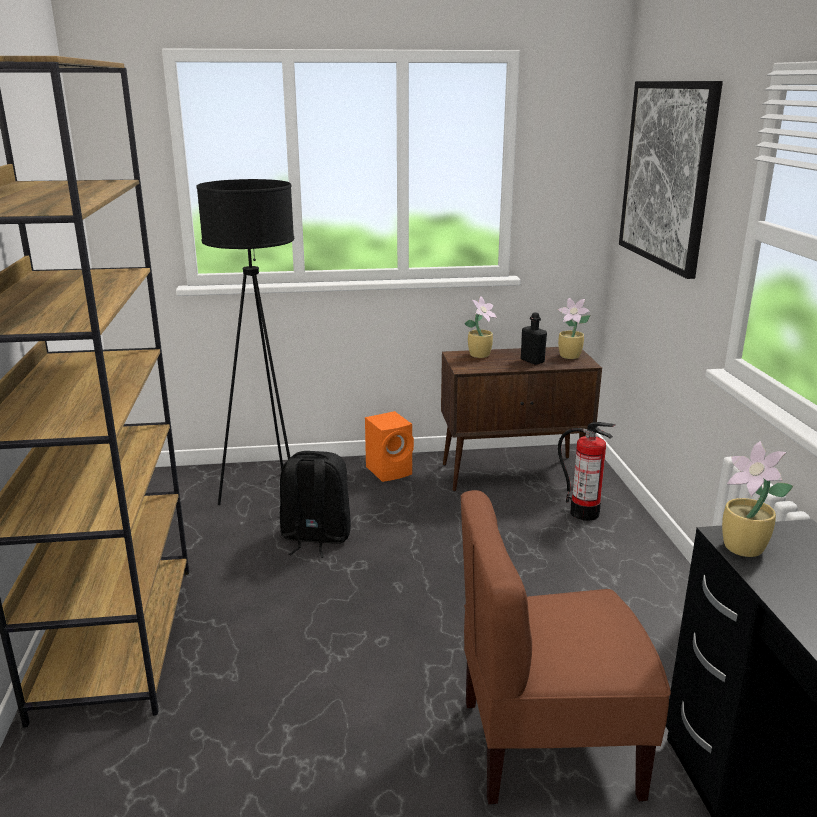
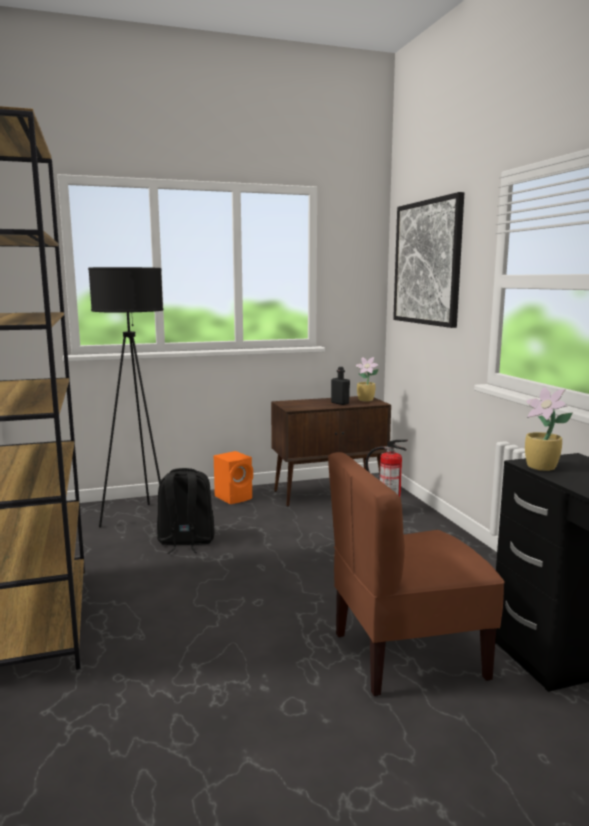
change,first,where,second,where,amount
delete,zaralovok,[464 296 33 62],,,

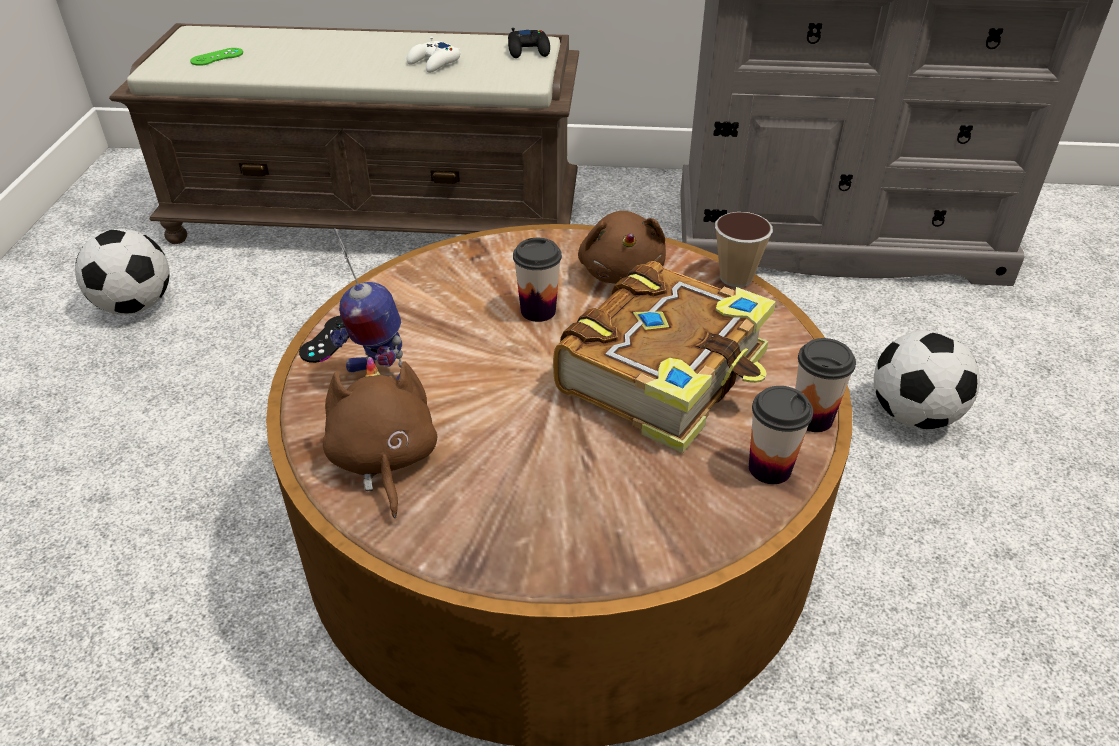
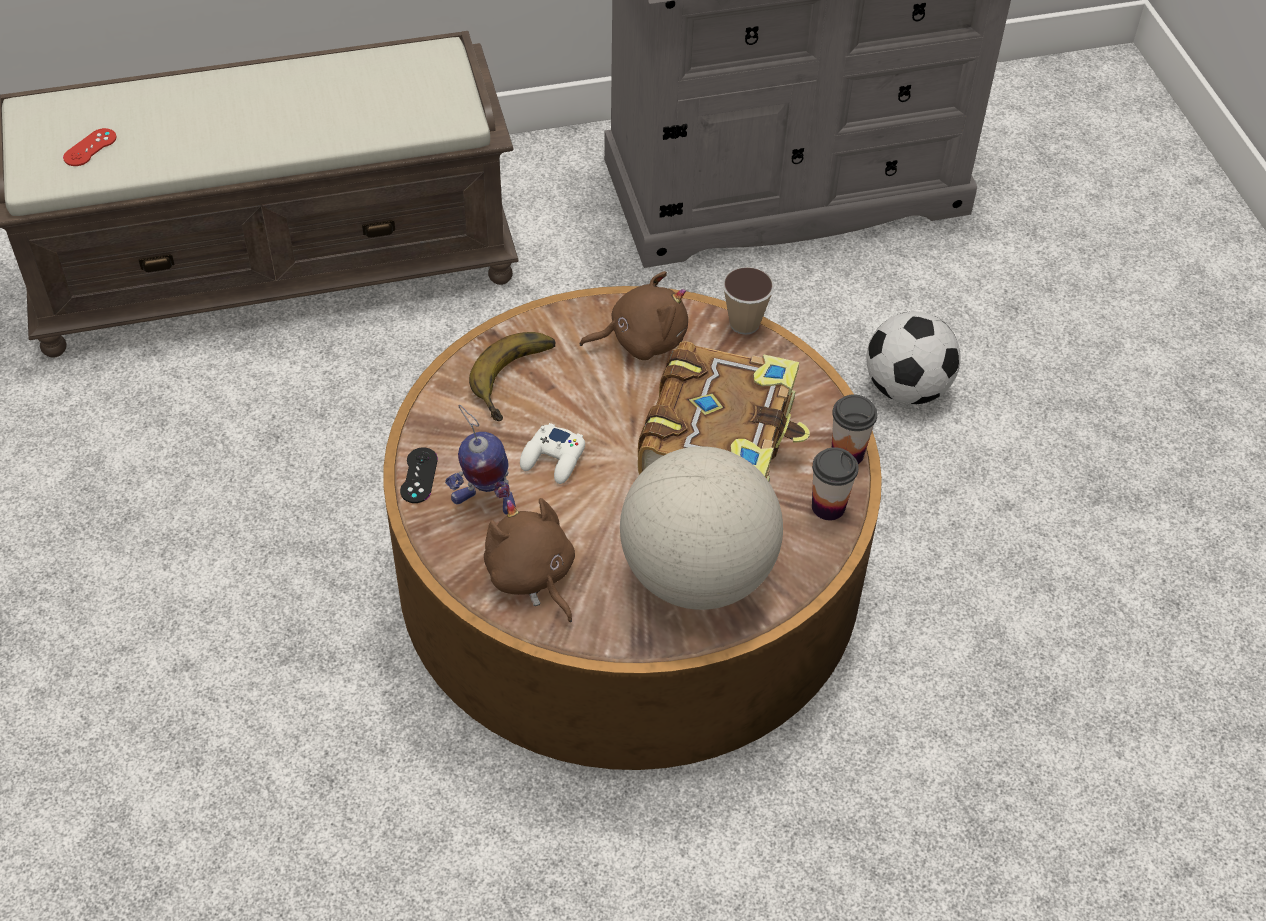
change,first,where,second,where,amount
delete,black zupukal,[508 28 42 30],,,
move,white zupukal,[407 36 53 37],,[520 423 65 61],
recolor,green zupukal,[190 48 53 18],red zupukal,[63 128 54 38],
rotate,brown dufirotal,[578 211 88 73],,[580 271 108 89],75 degrees counterclockwise
delete,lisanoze,[75 229 95 86],,,
delete,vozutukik,[513 238 49 84],,,
insert,,,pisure,[469 332 86 89],
insert,,,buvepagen,[620 446 163 164],

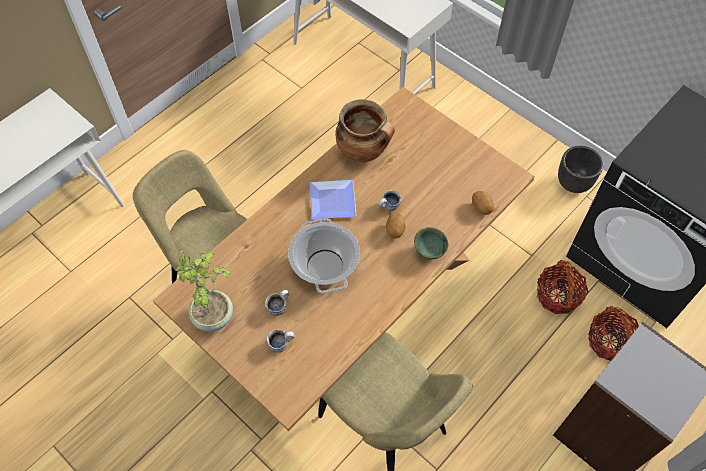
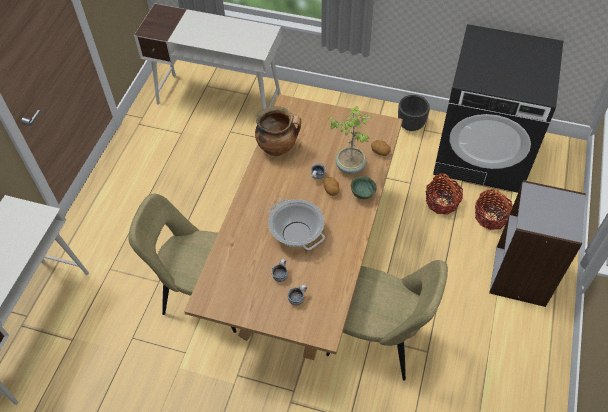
change,first,where,second,where,amount
delete,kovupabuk,[310 179 47 40],,,
move,zaralovok,[175 249 58 83],,[328 106 44 68],

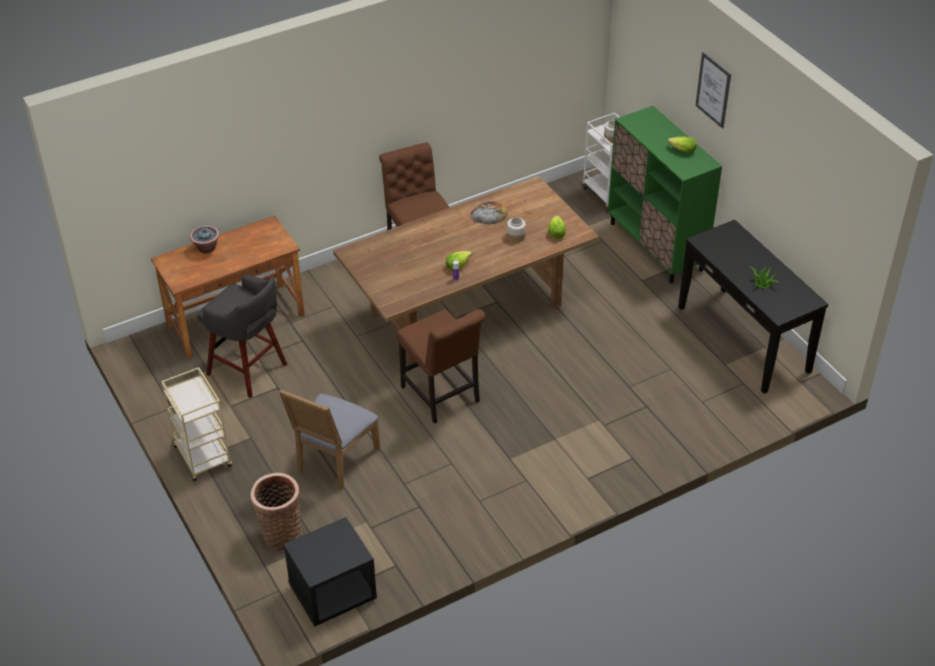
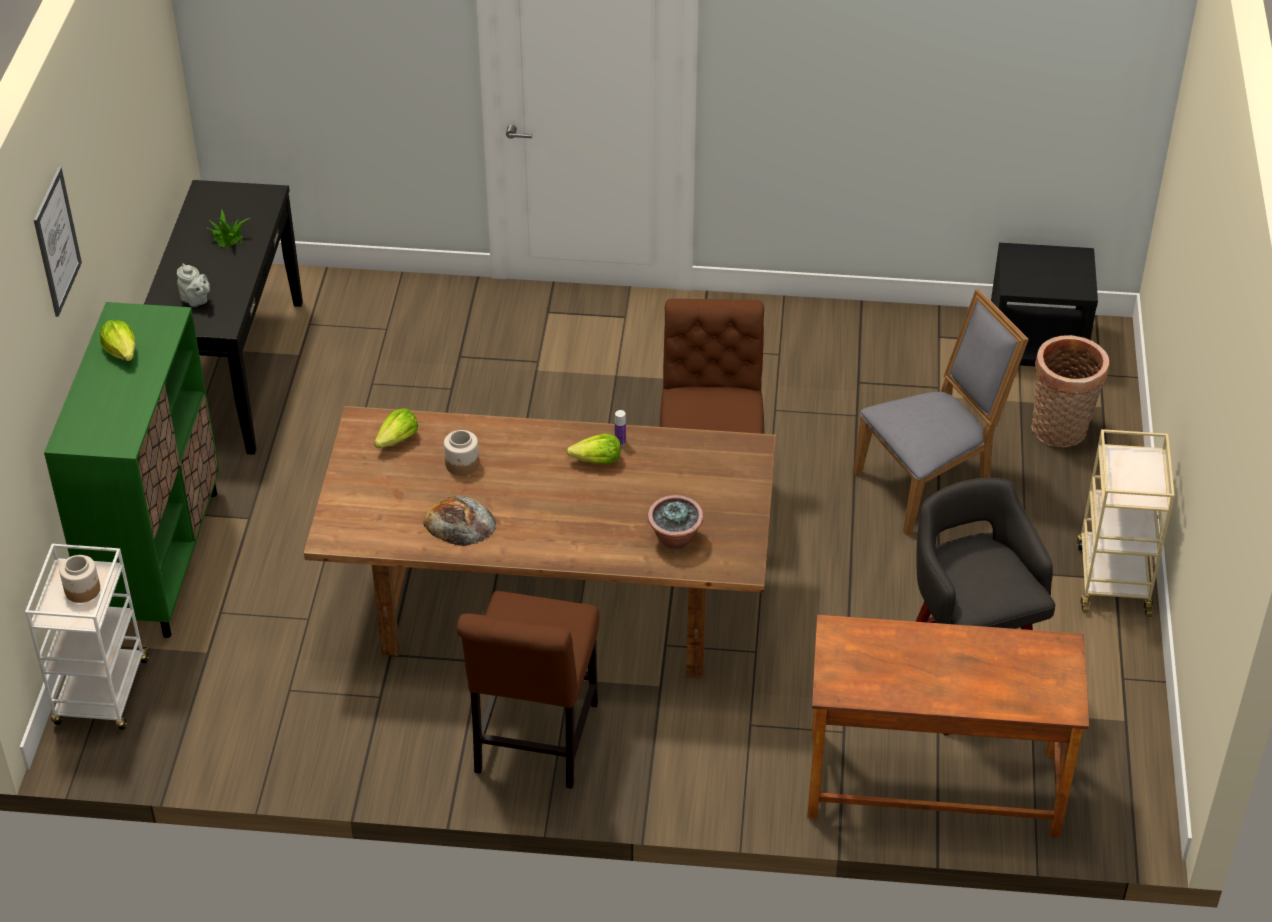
change,first,where,second,where,amount
move,zaralovok,[190 226 29 28],,[648 495 56 54],
insert,,,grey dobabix,[177 263 33 44],

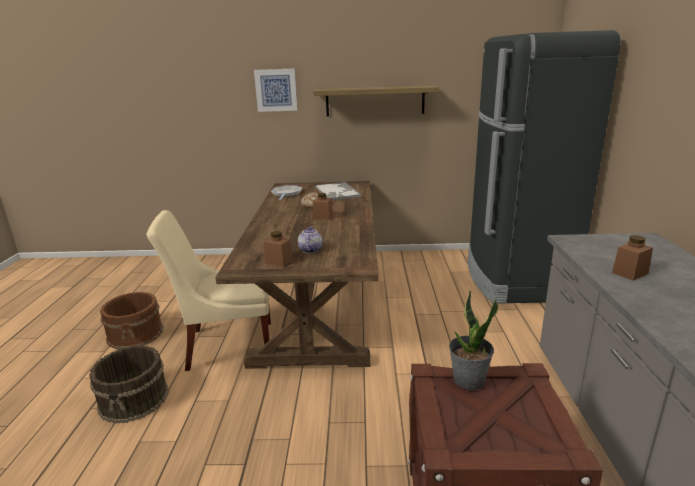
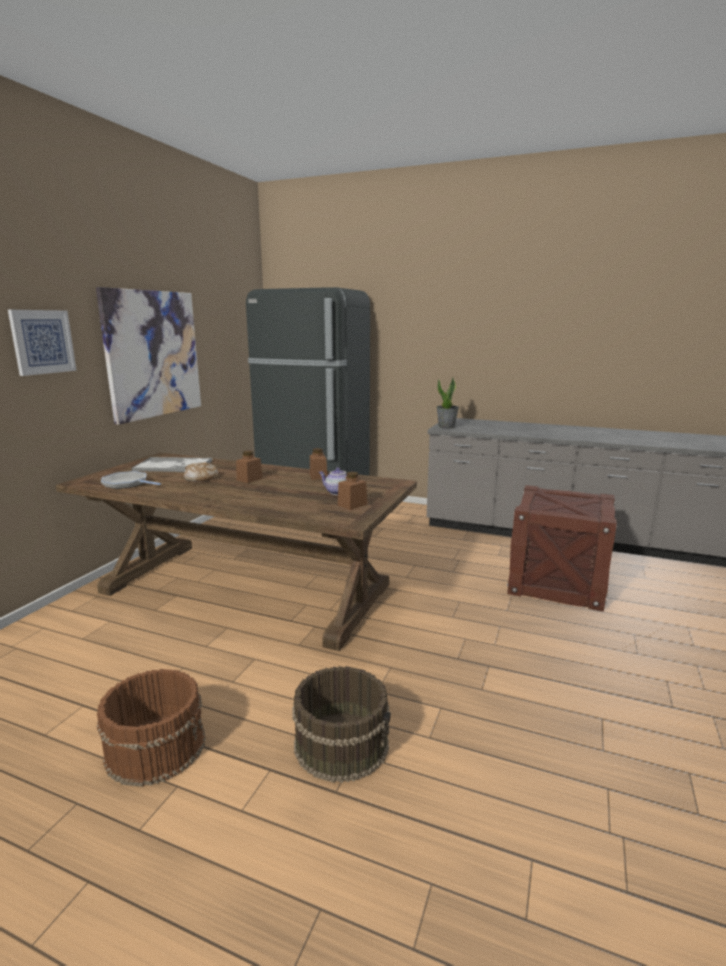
change,first,where,second,where,amount
replace,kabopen,[313 85 126 32],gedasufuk,[96 287 105 138],
delete,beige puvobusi,[146 210 125 161],,,
move,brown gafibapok,[612 235 41 46],,[310 448 17 32],
move,zaralovok,[449 290 49 100],,[437 377 22 52],

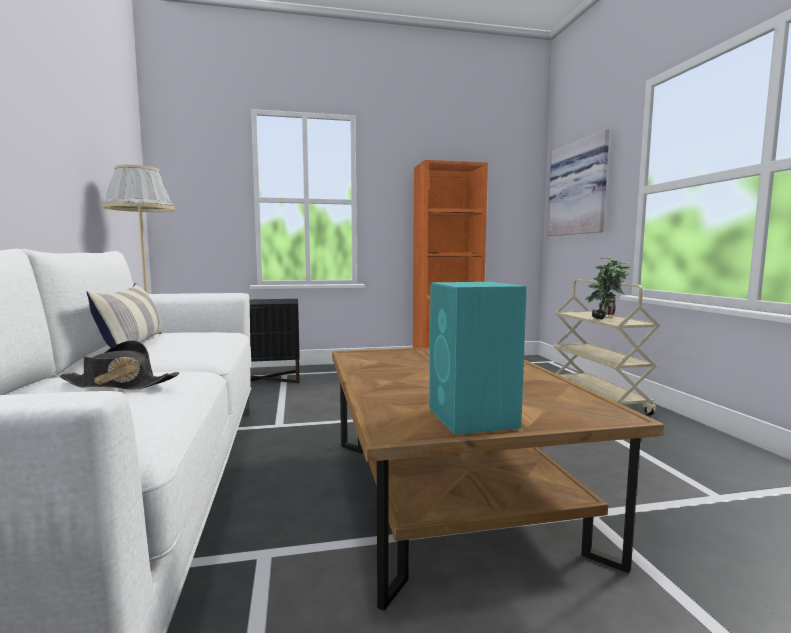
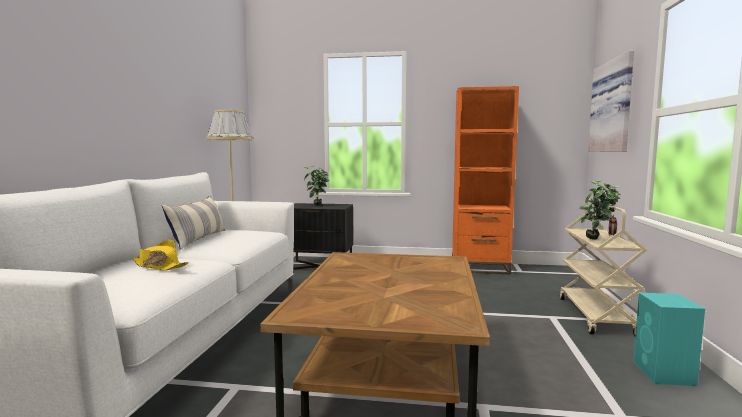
change,first,where,second,where,amount
move,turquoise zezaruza,[429 282 98 153],,[633 293 72 93],
recolor,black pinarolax,[60 340 120 50],yellow pinarolax,[132 239 57 32],
insert,,,zaralovok,[304 166 25 39],

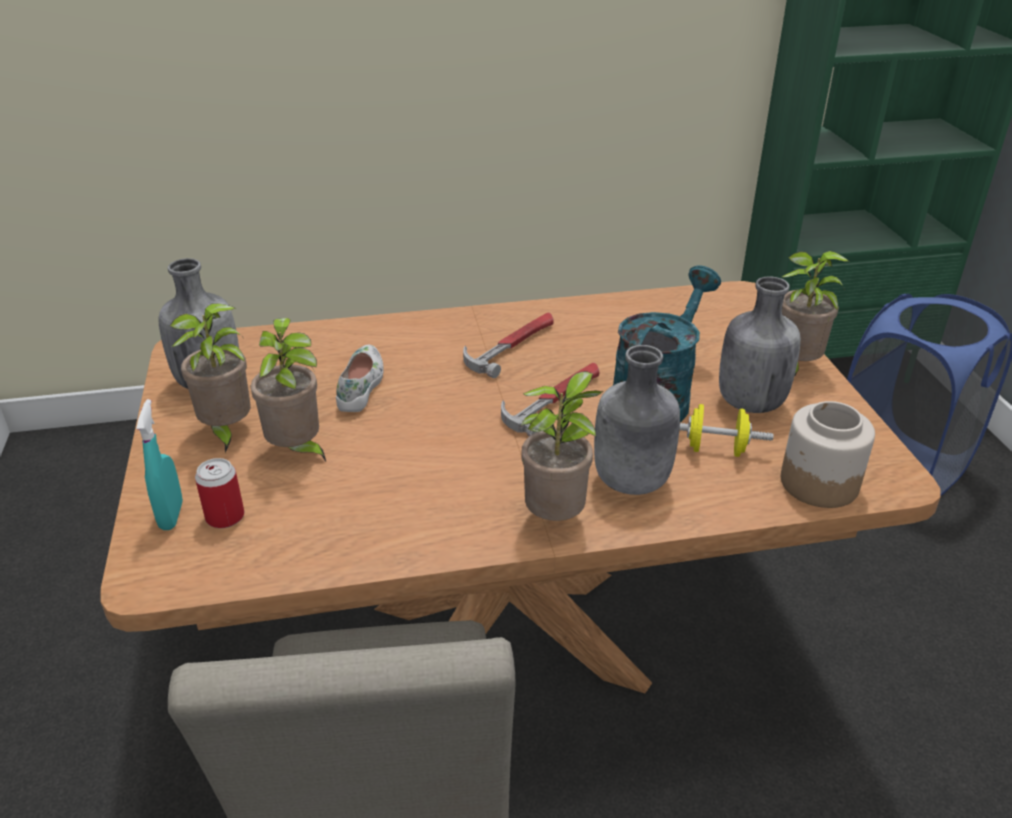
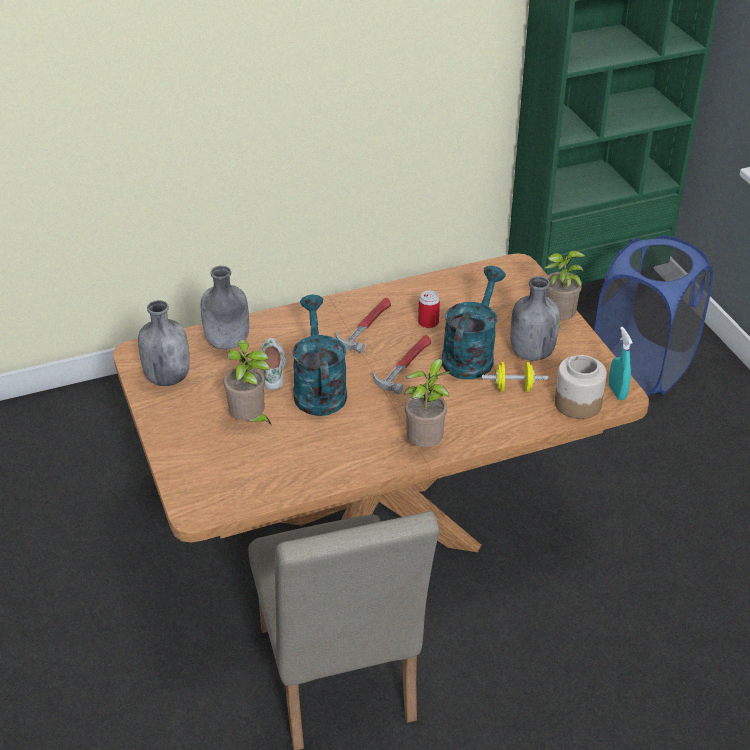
change,first,where,second,where,amount
delete,zaralovok,[169 303 82 150],,,
move,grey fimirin,[594 345 86 150],,[201 266 48 83],
move,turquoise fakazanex,[136 399 47 131],,[609 327 23 73],
move,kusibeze,[195 458 49 70],,[418 290 22 38],
insert,,,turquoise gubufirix,[292 295 55 121],

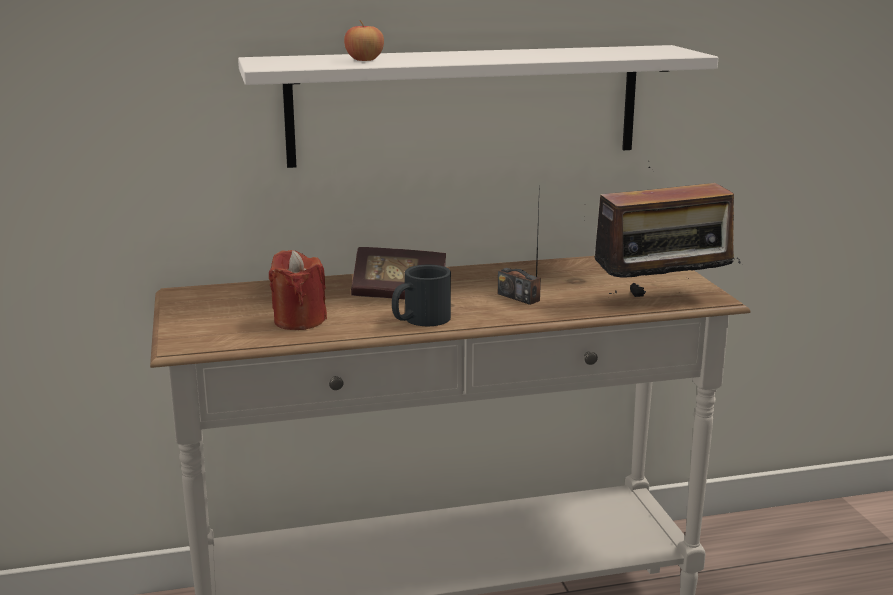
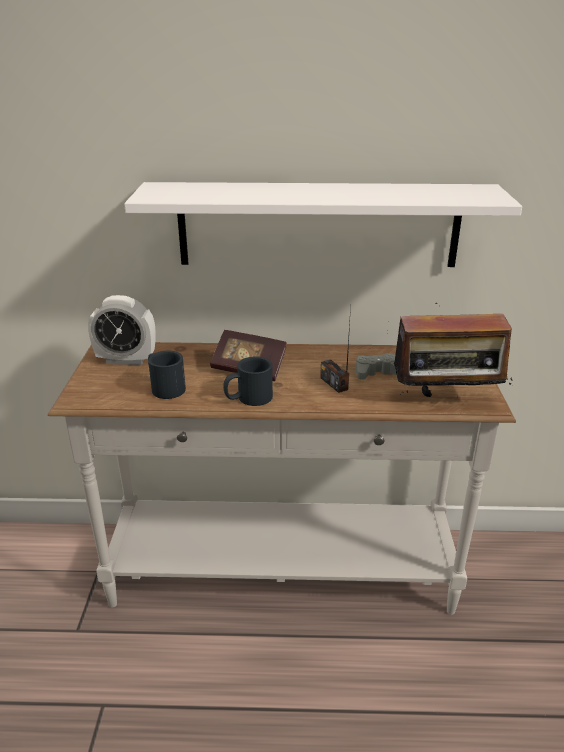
change,first,where,second,where,amount
delete,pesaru,[344 20 40 41],,,
replace,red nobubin,[269 250 58 80],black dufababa,[148 351 38 48],
insert,,,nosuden,[88 295 68 70],
insert,,,grey zupukal,[356 353 41 27],

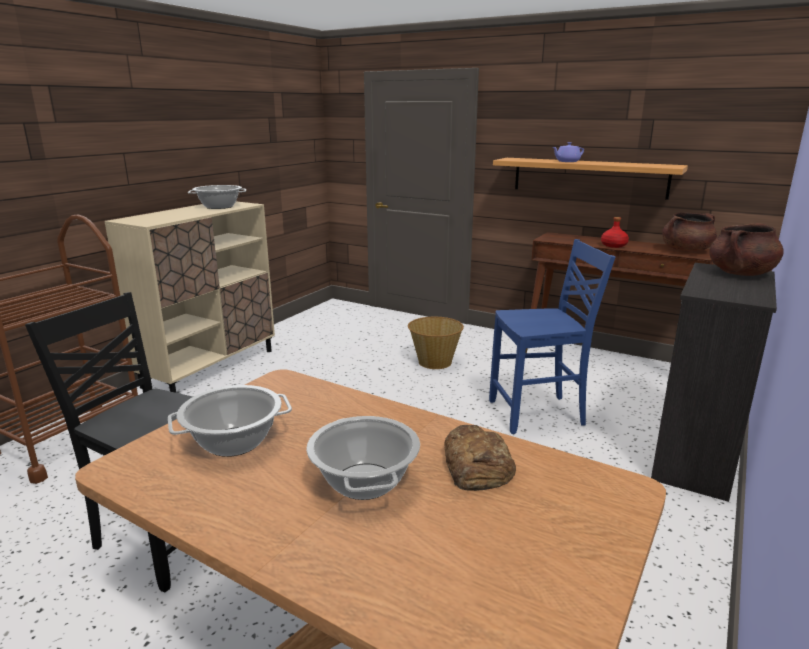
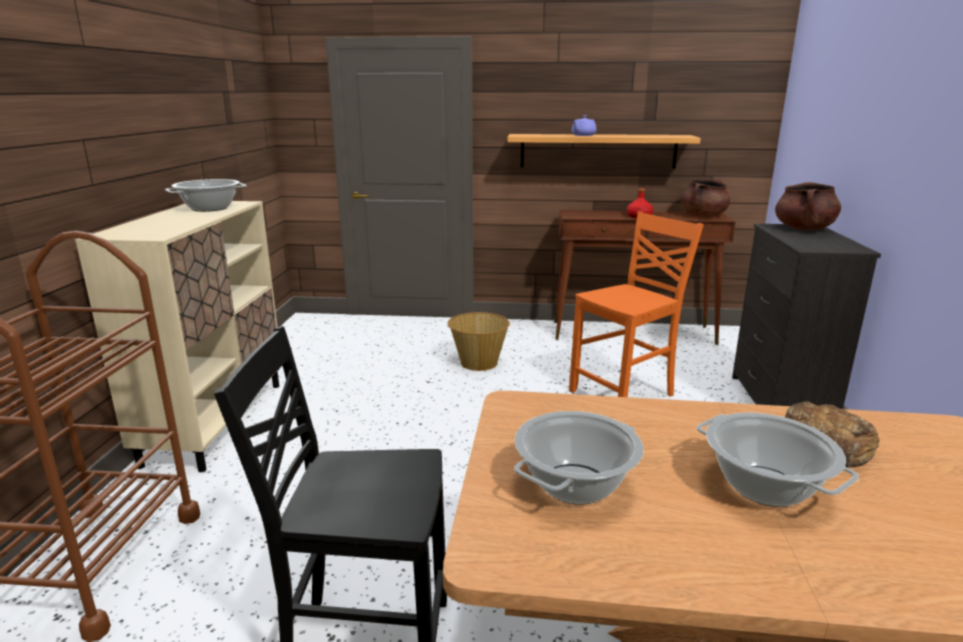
change,first,where,second,where,amount
recolor,blue puvobusi,[489 239 126 195],orange puvobusi,[569 212 135 185],

